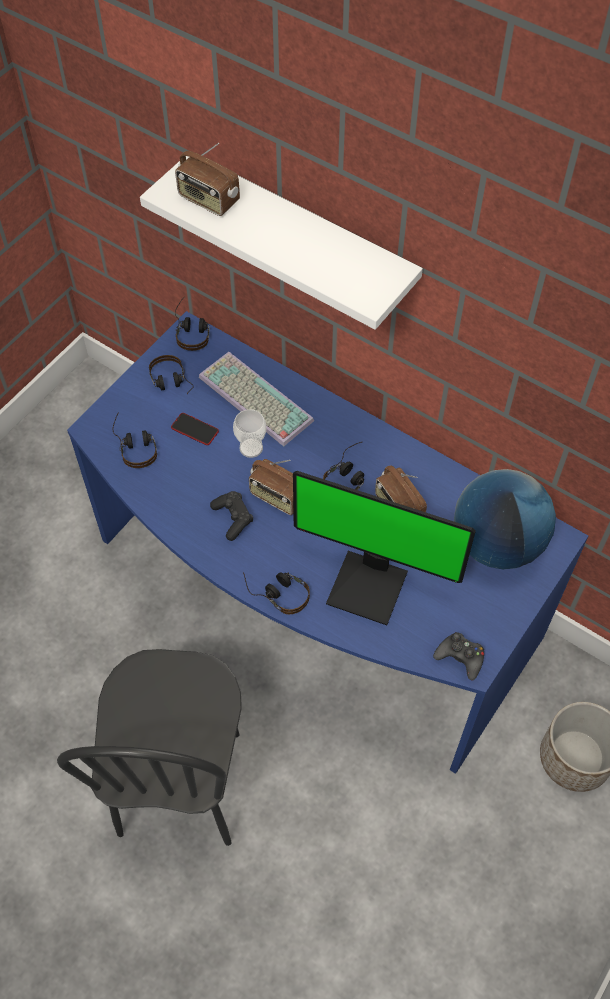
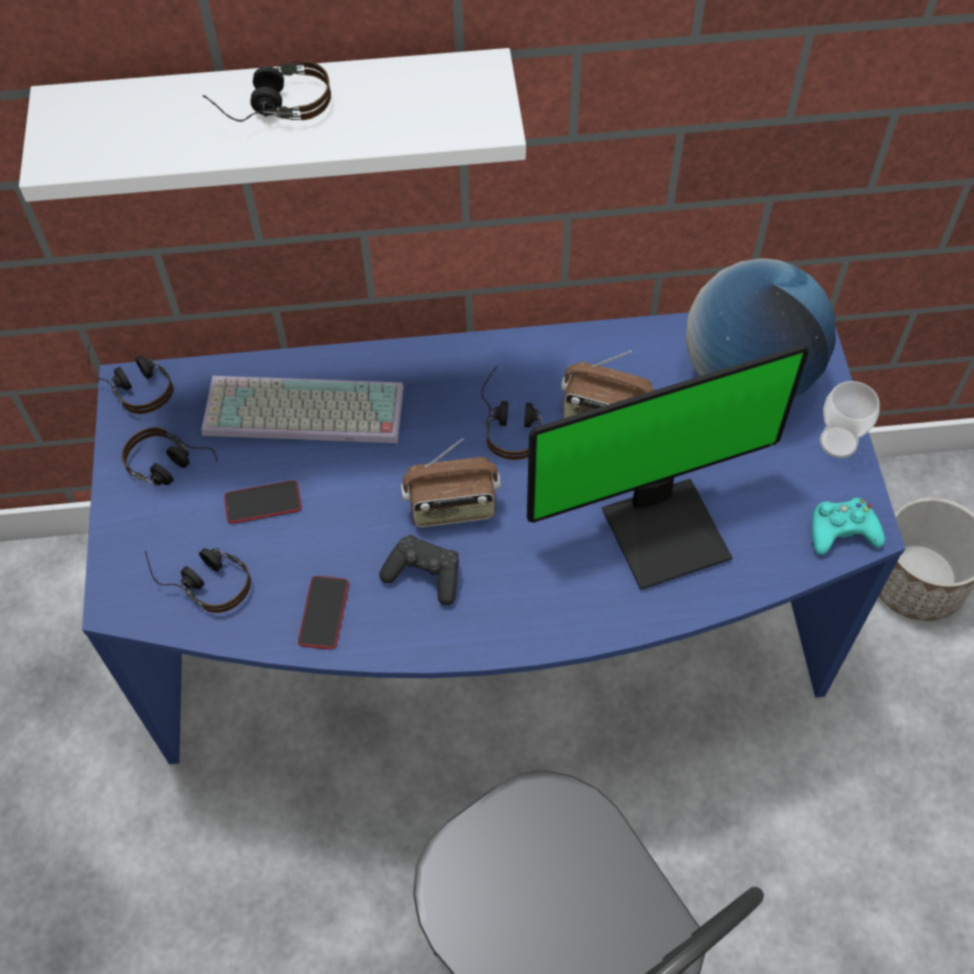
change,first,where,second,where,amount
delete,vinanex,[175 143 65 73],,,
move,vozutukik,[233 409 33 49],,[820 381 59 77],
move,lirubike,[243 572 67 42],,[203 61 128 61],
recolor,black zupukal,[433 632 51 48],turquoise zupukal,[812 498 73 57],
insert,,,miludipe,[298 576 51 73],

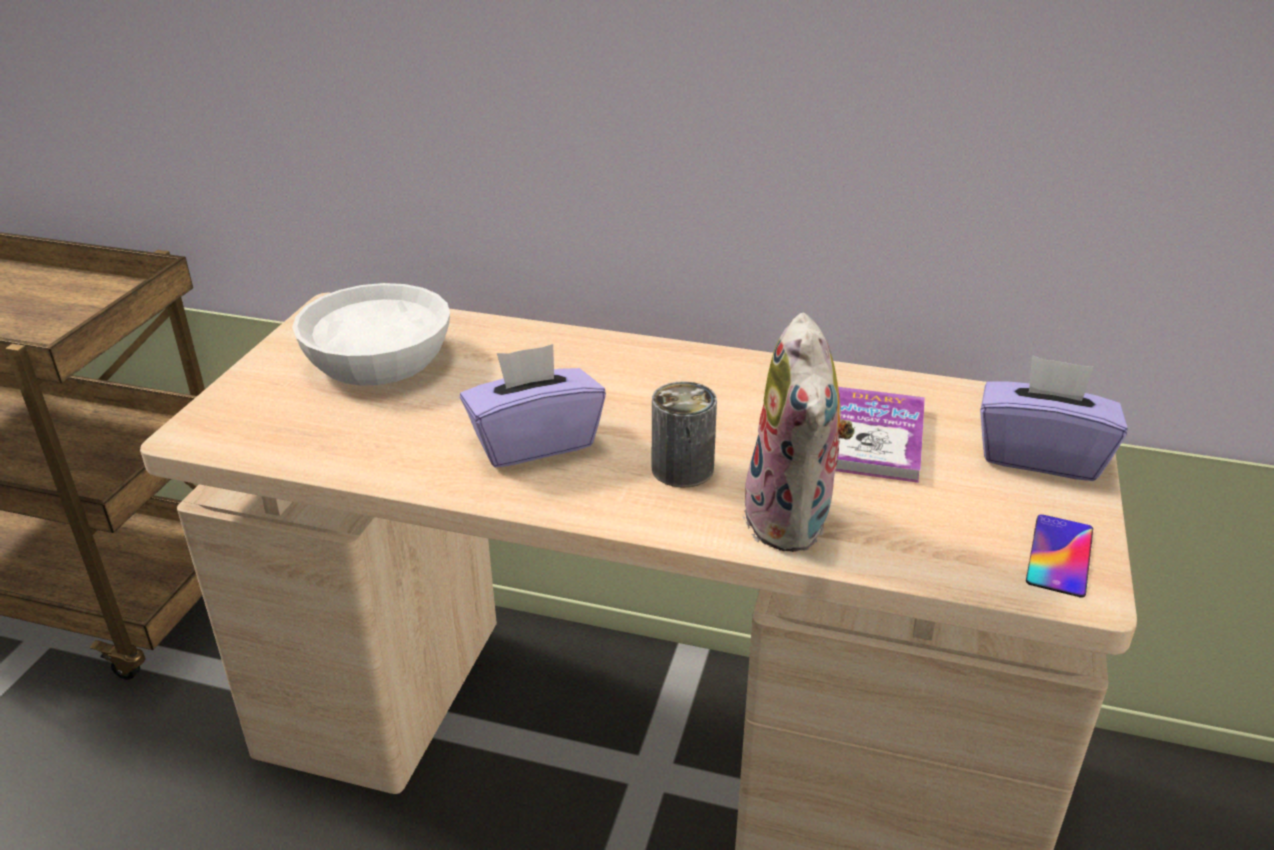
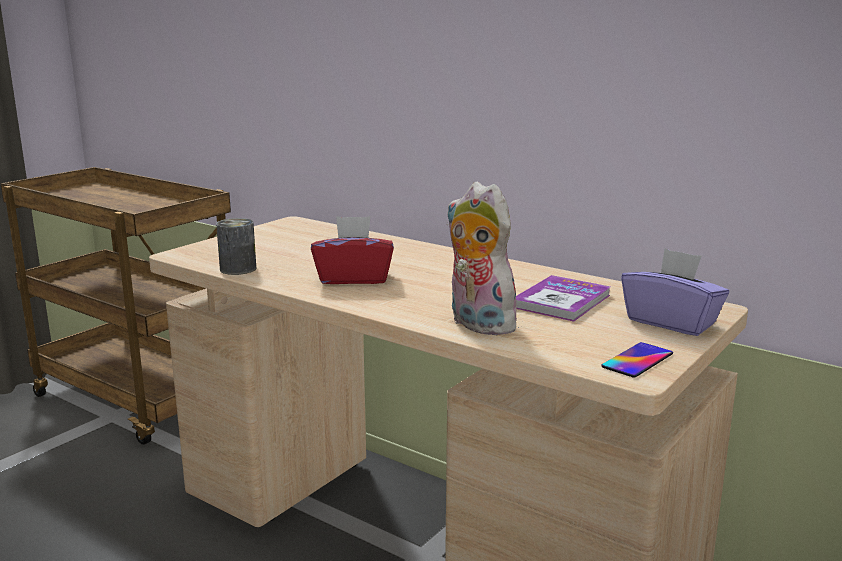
change,first,where,second,where,amount
delete,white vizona,[292 283 158 103],,,
rotate,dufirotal,[742 313 113 239],,[446 182 79 153],120 degrees clockwise
recolor,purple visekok,[460 344 146 124],red visekok,[311 216 83 68],
move,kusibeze,[652 381 65 107],,[216 218 41 57],

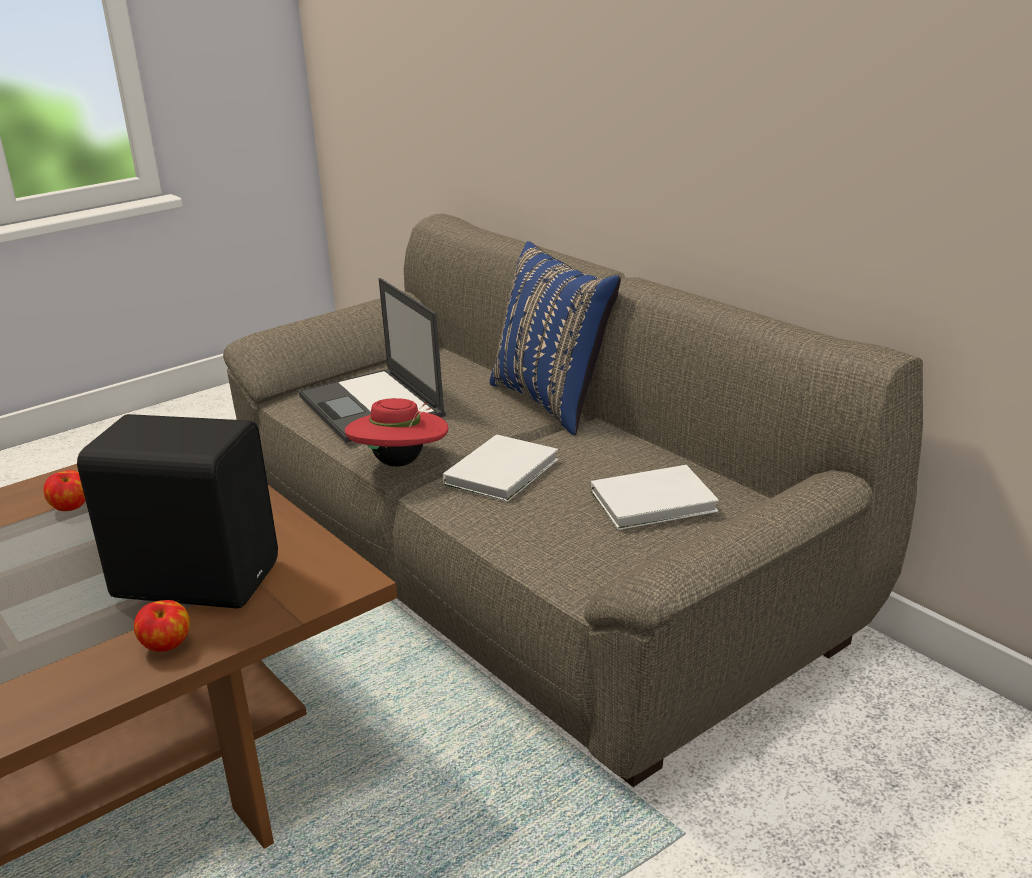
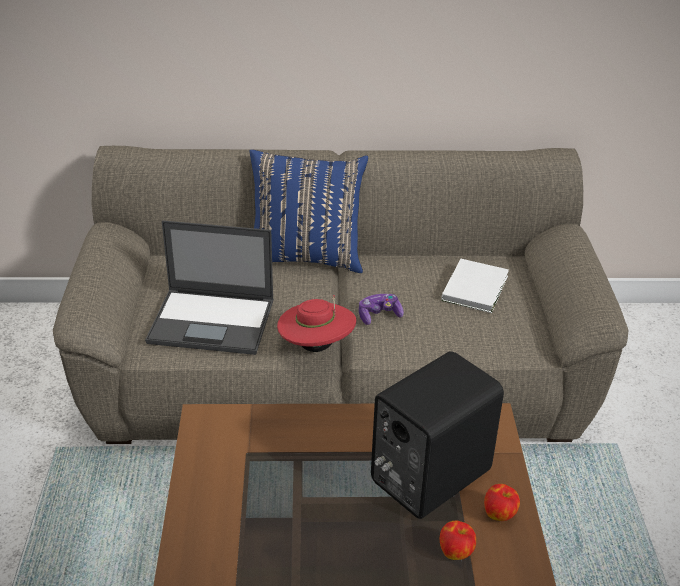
change,first,where,second,where,amount
replace,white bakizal,[443 434 115 68],zupukal,[359 294 45 31],
move,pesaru,[43 470 43 41],,[440 521 36 39],

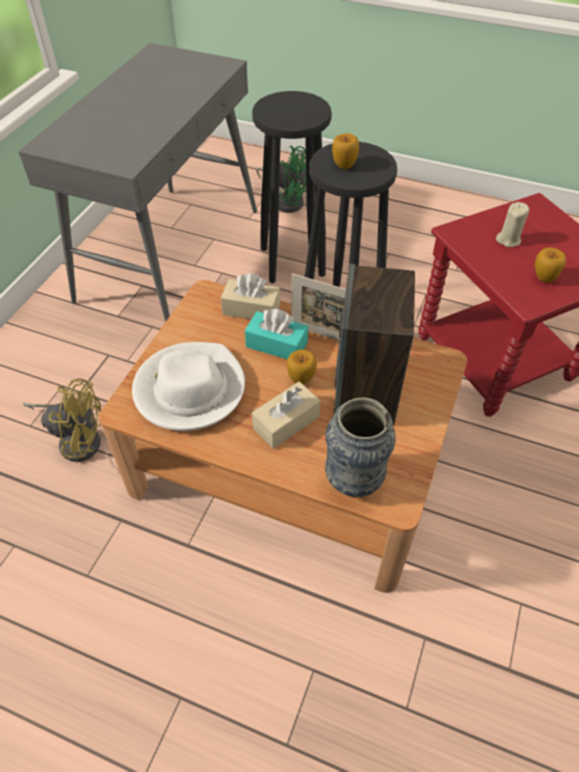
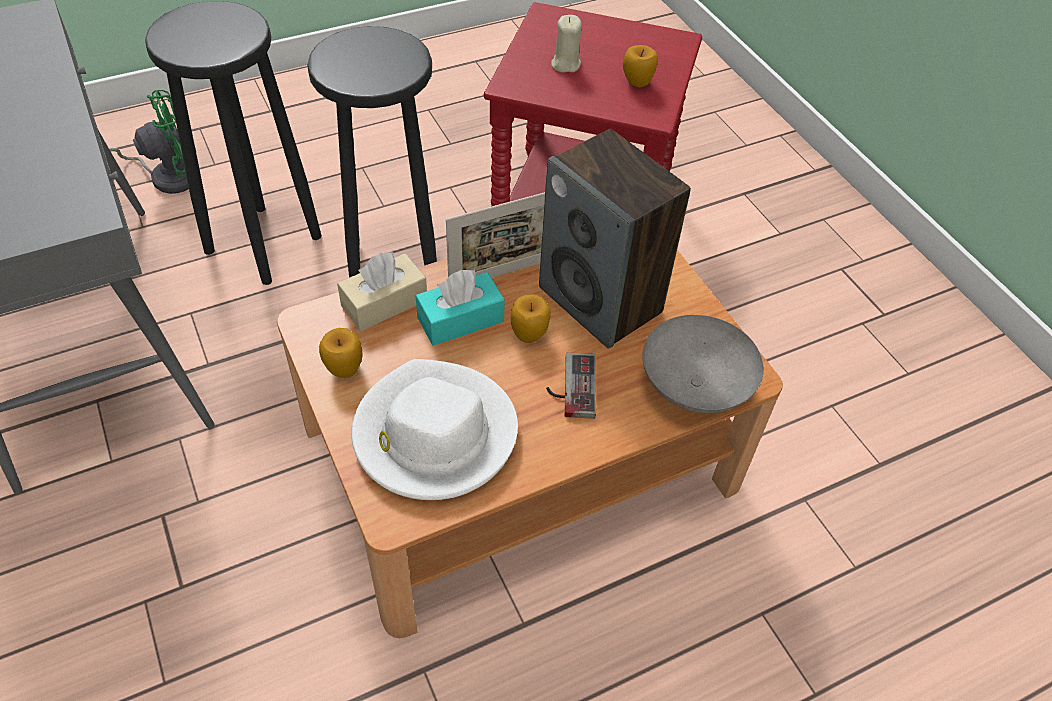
change,first,where,second,where,amount
move,pesaru,[332 133 27 36],,[319 328 44 50],
delete,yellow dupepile,[23 379 78 83],,,
replace,beige visekok,[252 382 68 67],zupukal,[546 352 50 67],
replace,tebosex,[325 398 71 99],grey vizona,[642 315 122 98],

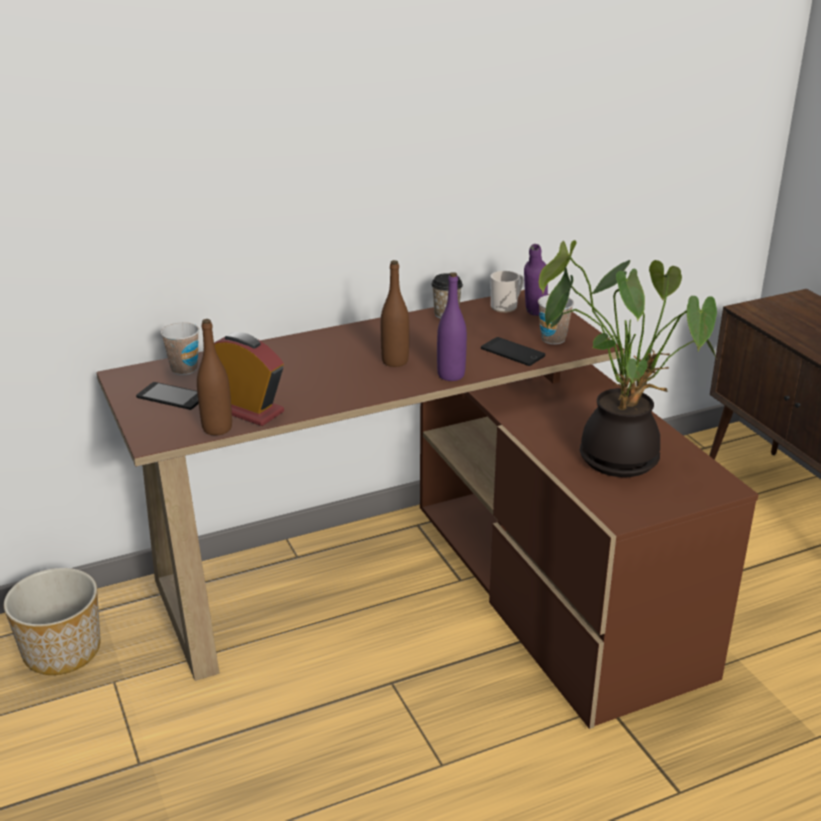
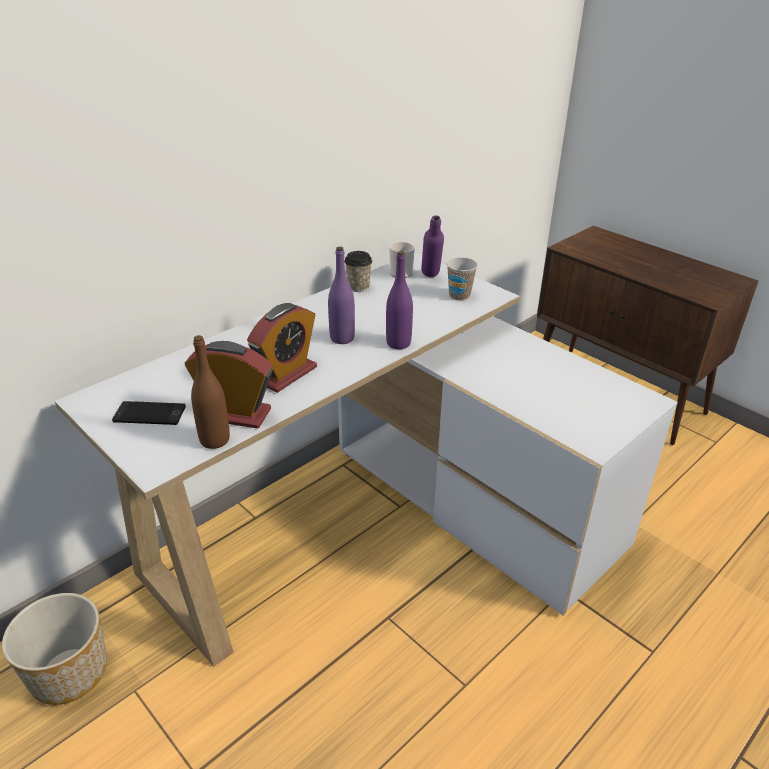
change,first,where,second,where,amount
delete,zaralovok,[539 240 178 237],,,
recolor,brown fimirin,[381 260 28 107],purple fimirin,[328 247 27 97],
recolor,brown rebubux,[96 290 663 439],white rebubux,[55 252 623 415],
delete,vozutukik,[161 322 38 53],,,
delete,miludipe,[481 337 64 29],,,
insert,,,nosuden,[247 303 70 90],

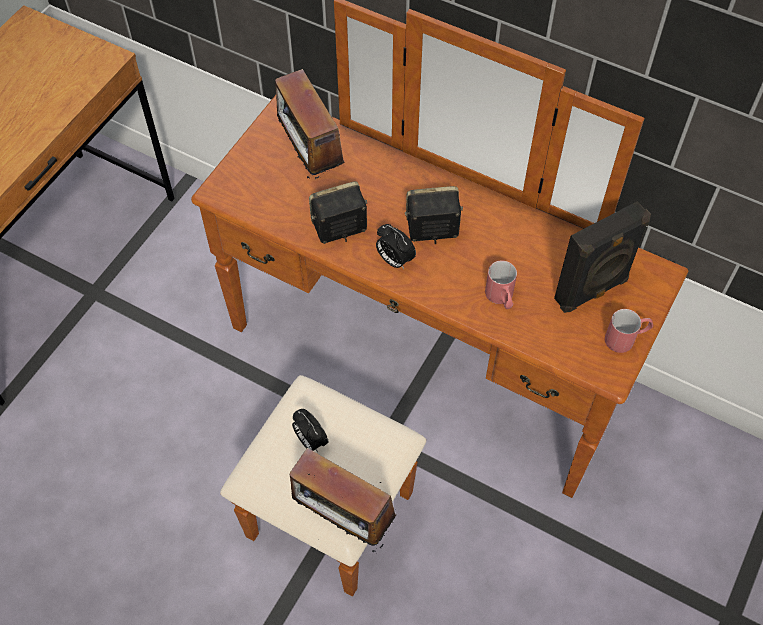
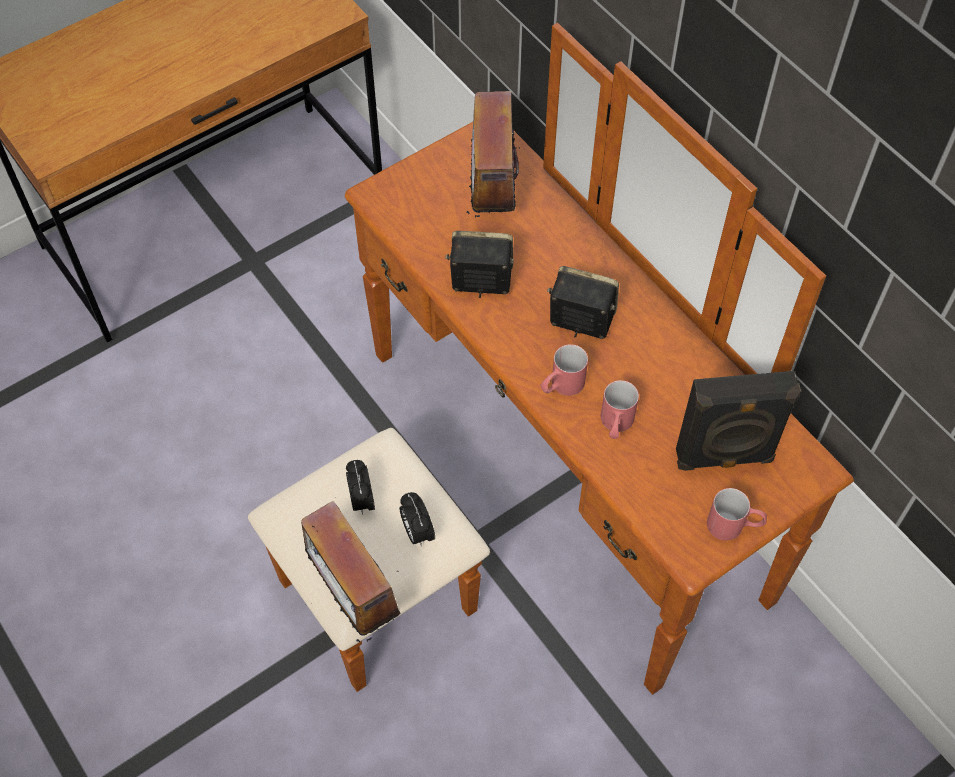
change,first,where,second,where,amount
move,nosuden,[376 224 40 45],,[399 492 36 55],
insert,,,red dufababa,[541 344 47 52],

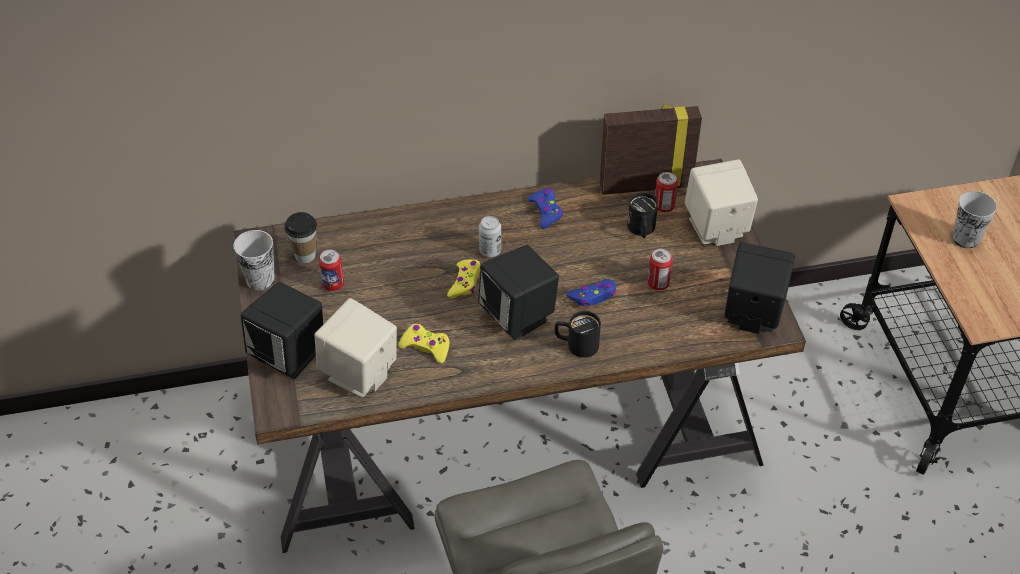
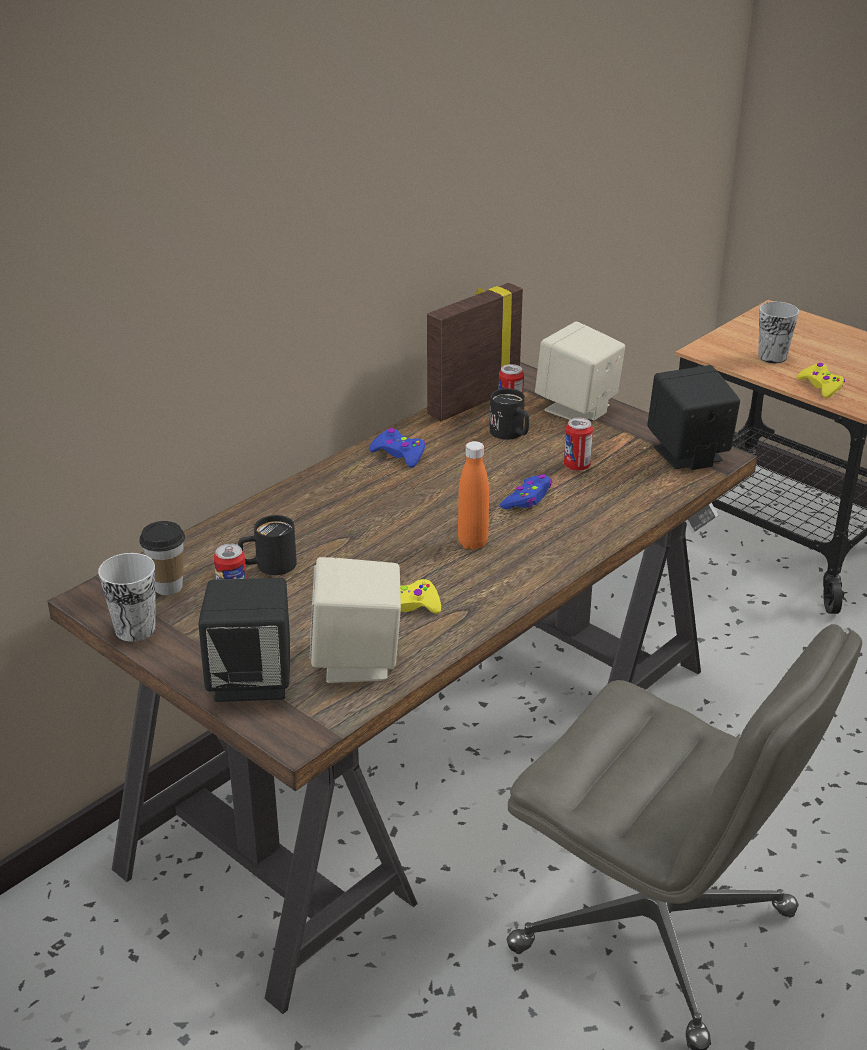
change,first,where,second,where,amount
delete,kusibeze,[479 216 22 41],,,
replace,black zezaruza,[478 245 81 95],orange fimirin,[458 441 31 109],
move,yellow zupukal,[447 259 34 39],,[797 363 48 35],
move,black dufababa,[555 311 46 47],,[238 515 59 60],

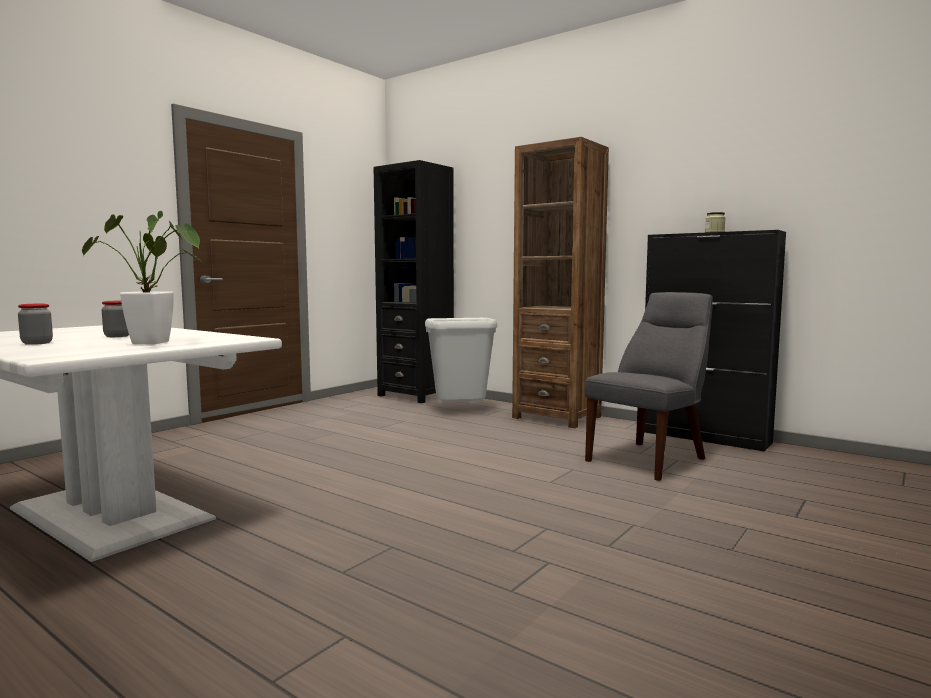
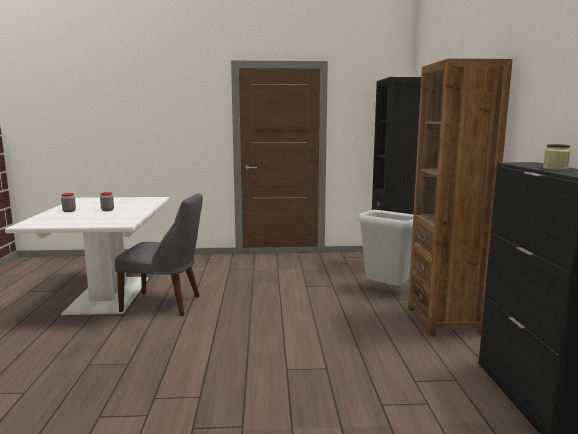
change,first,where,second,where,amount
delete,zaralovok,[82 211 120 133],,,
move,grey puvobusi,[585 292 128 189],,[115 194 88 122],

